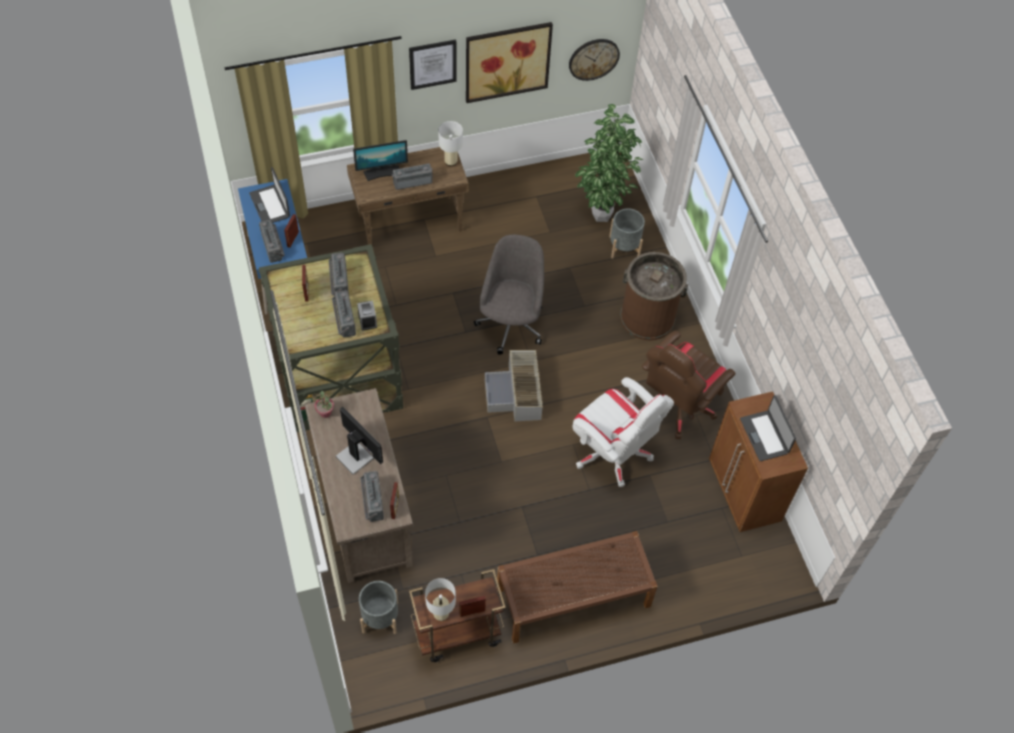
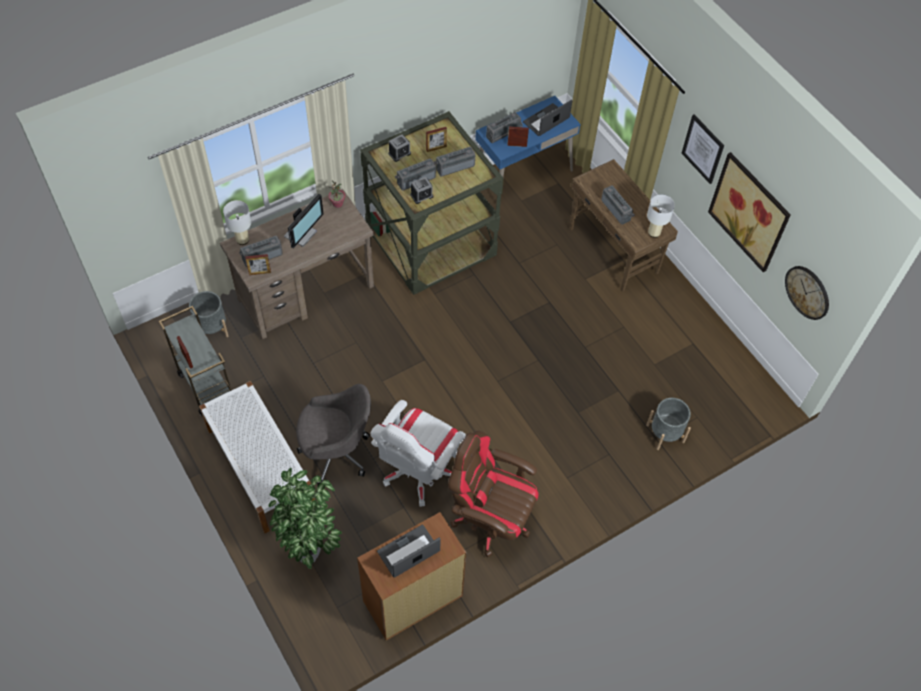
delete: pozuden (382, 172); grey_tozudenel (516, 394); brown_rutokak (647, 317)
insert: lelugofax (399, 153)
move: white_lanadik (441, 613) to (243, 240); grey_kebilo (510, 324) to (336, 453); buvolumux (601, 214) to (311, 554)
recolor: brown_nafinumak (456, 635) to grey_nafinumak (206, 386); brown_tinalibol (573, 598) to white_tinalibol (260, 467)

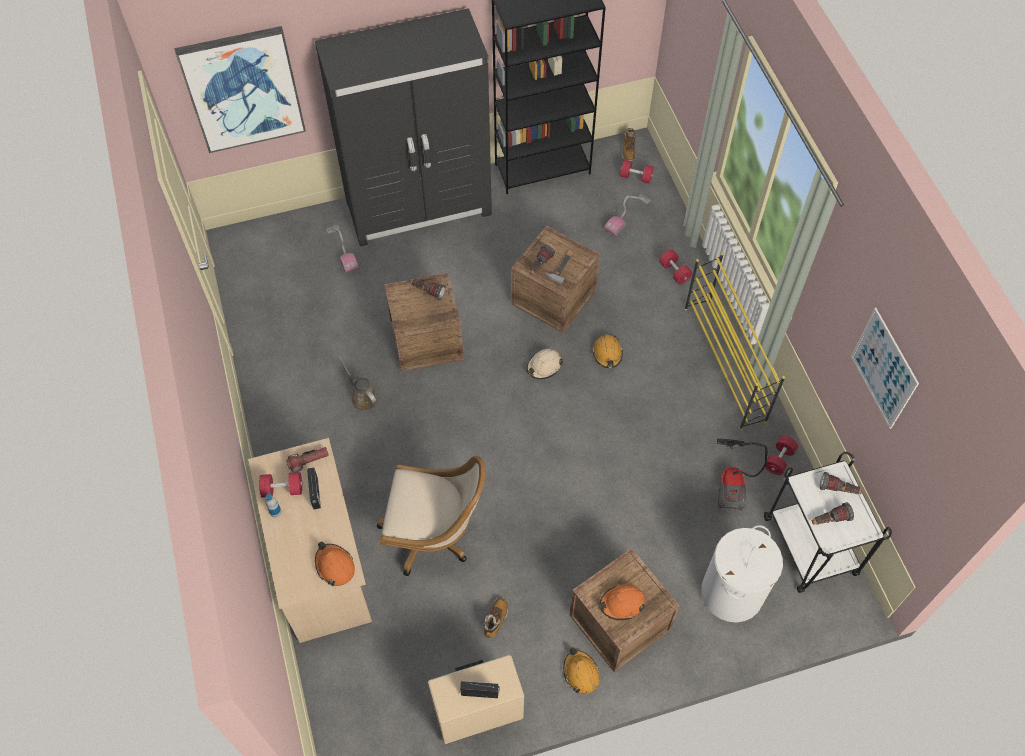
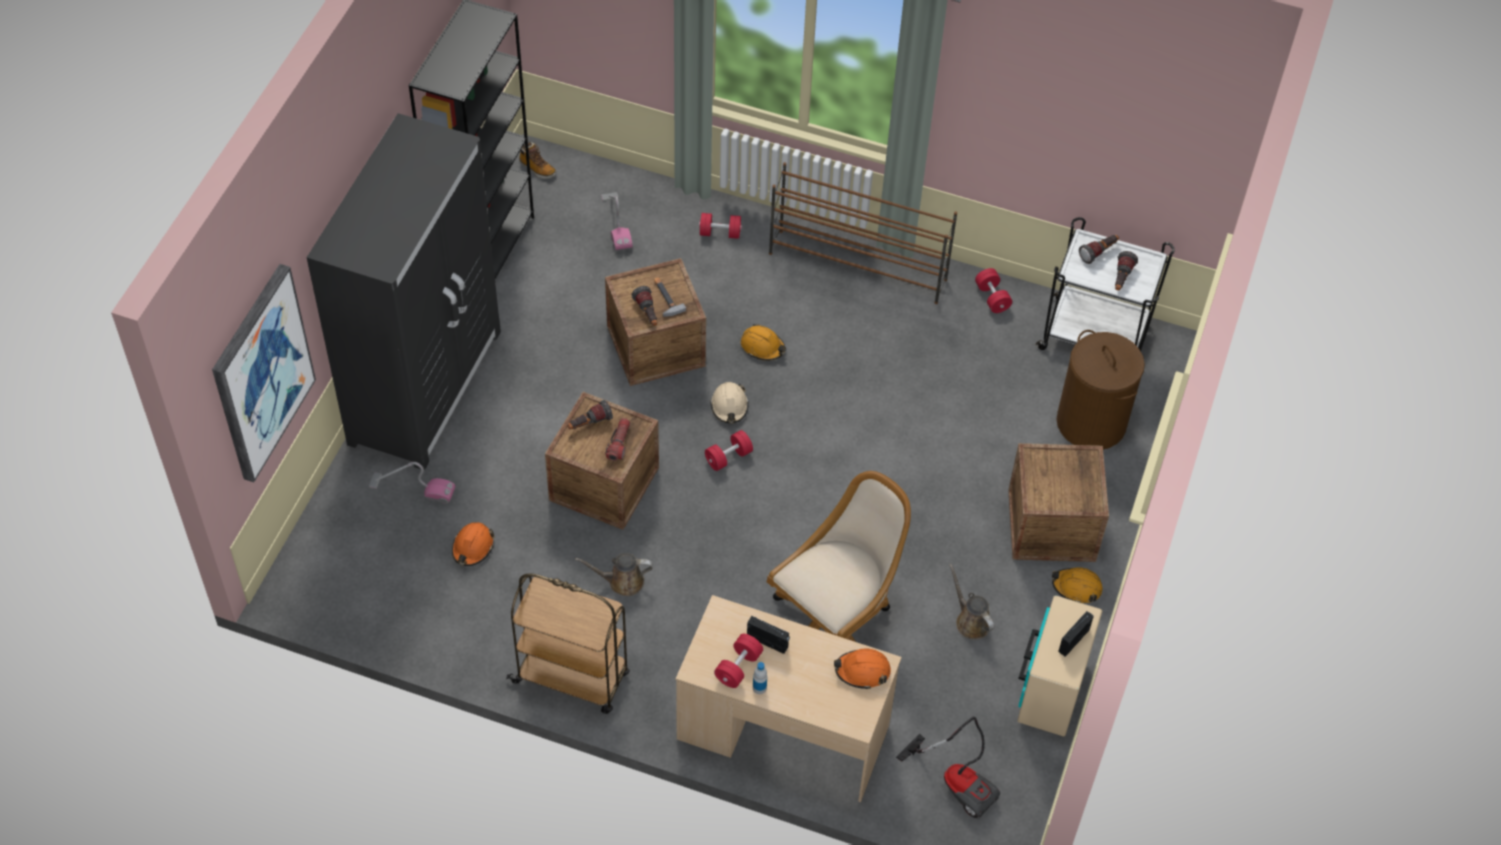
delete: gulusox (883, 368)
insert: brown_nafinumak (572, 679)
move: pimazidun (308, 461) to (619, 443); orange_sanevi (622, 603) to (472, 547); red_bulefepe (636, 177) to (728, 457); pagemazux (733, 482) to (958, 782)
replace: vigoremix (495, 620) to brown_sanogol (970, 621)
recolor: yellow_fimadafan (724, 364) to brown_fimadafan (858, 267); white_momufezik (732, 593) to brown_momufezik (1091, 422)

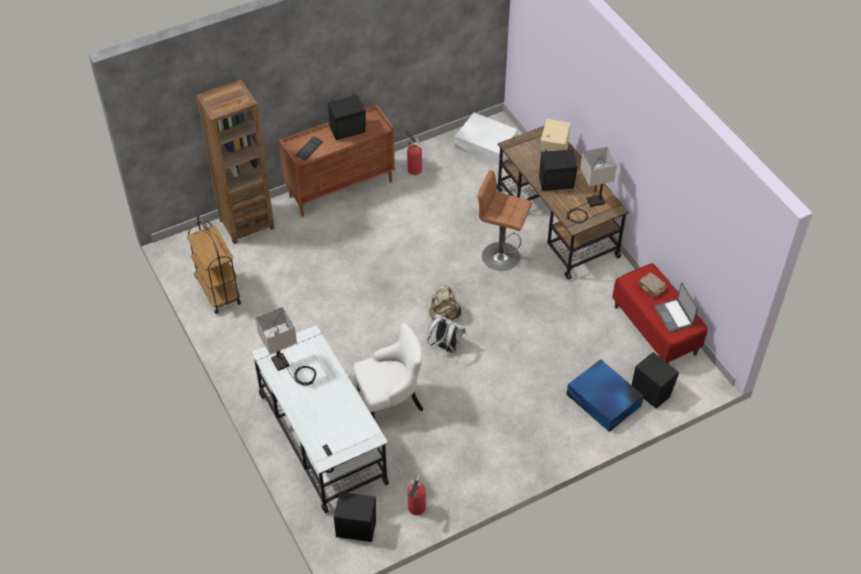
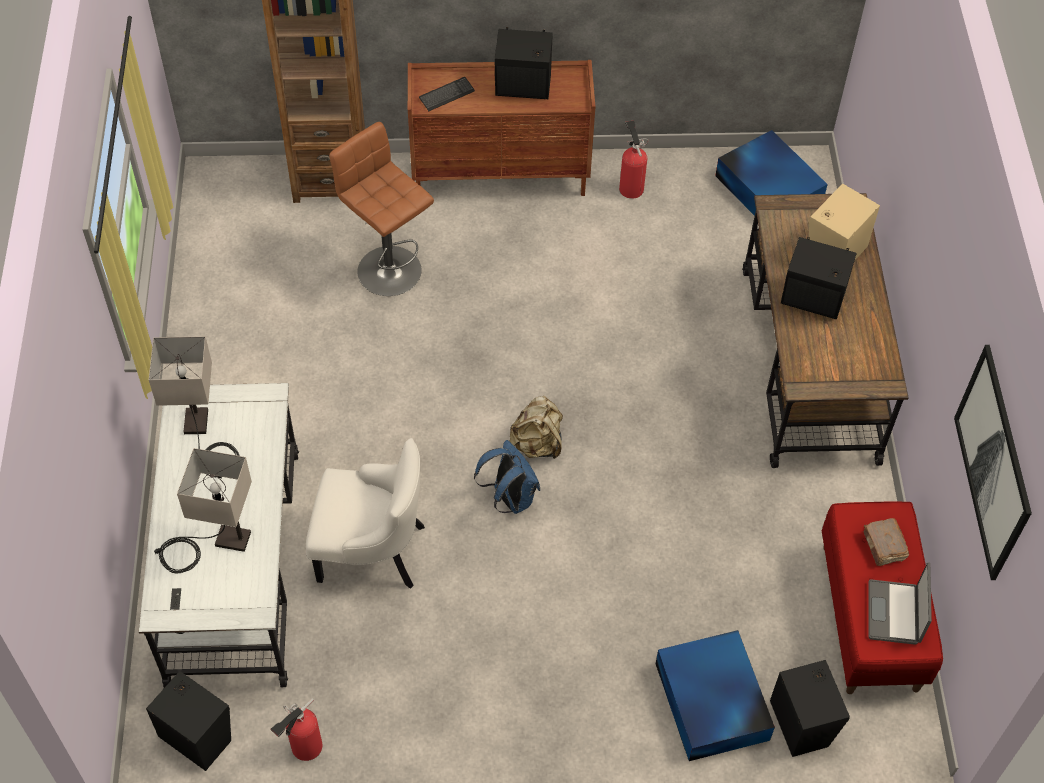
delete: brown_nafinumak (218, 292)
insert: gulusox (992, 462)
move: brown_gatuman (500, 256) to (389, 270); lanadik (587, 207) to (210, 544)
recolor: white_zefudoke (446, 346) to blue_zefudoke (510, 498); white_tozudenel (485, 143) to blue_tozudenel (768, 187)

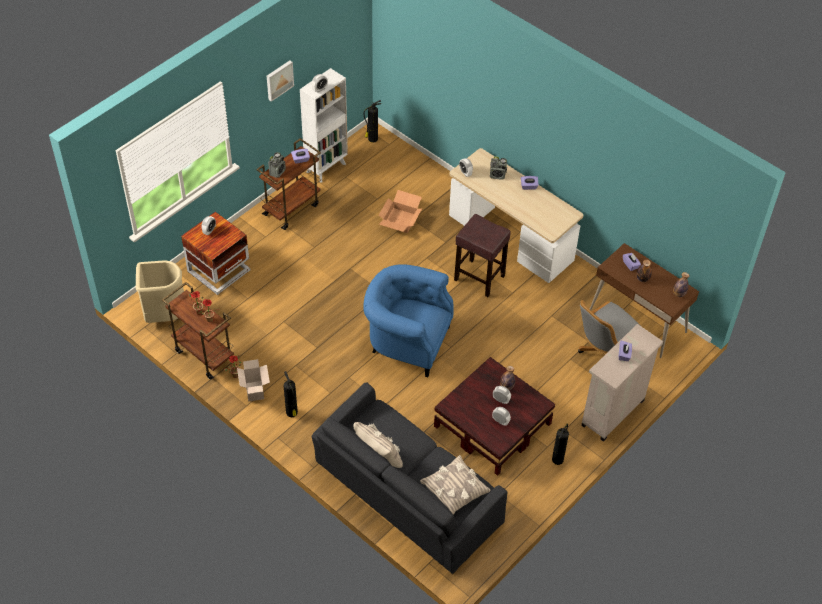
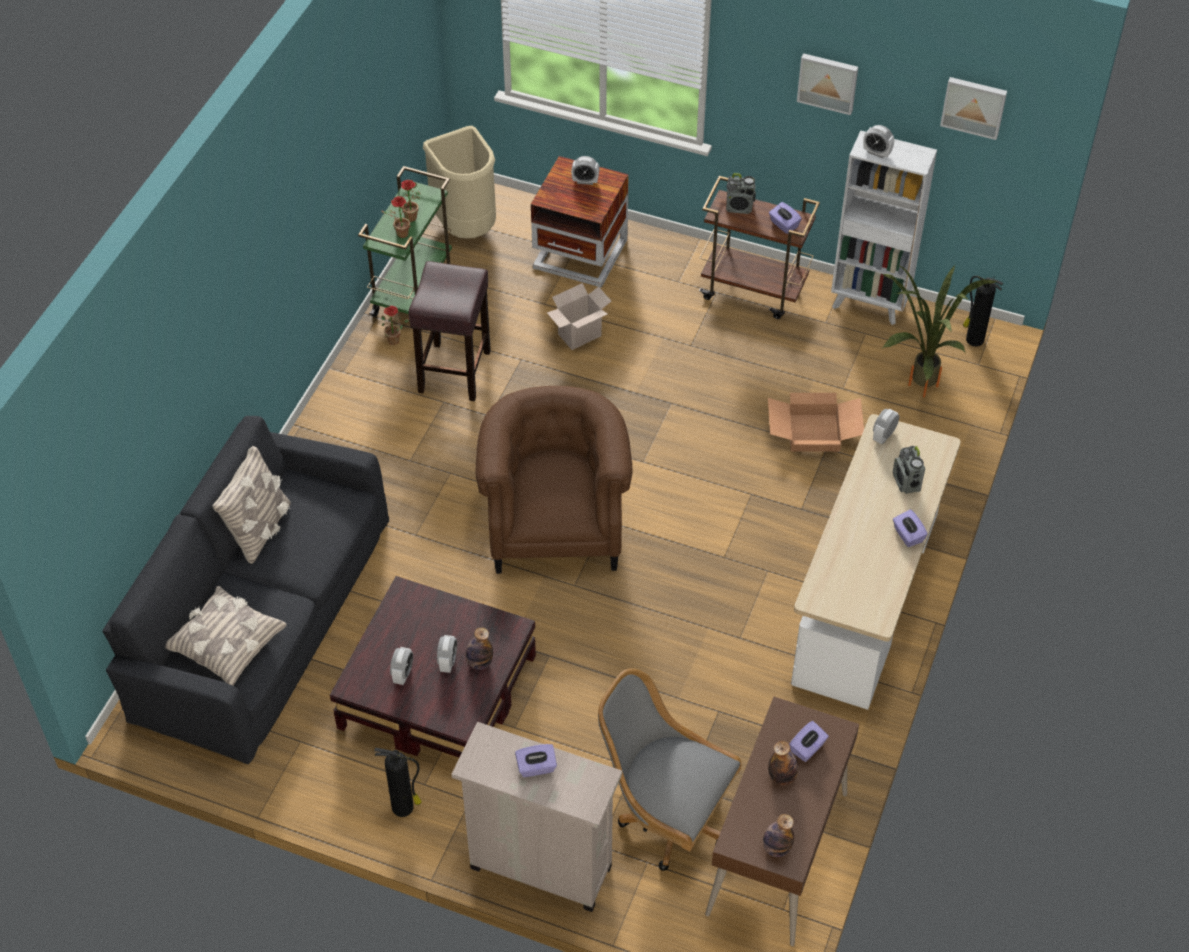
delete: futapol (292, 413)
insert: buvolumux (915, 388); gulusox (974, 106)
move: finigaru (255, 391) to (579, 336); brown_gatuman (478, 277) to (454, 370)
recolor: brown_nafinumak (203, 355) to green_nafinumak (414, 293); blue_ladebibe (406, 342) to brown_ladebibe (555, 523)

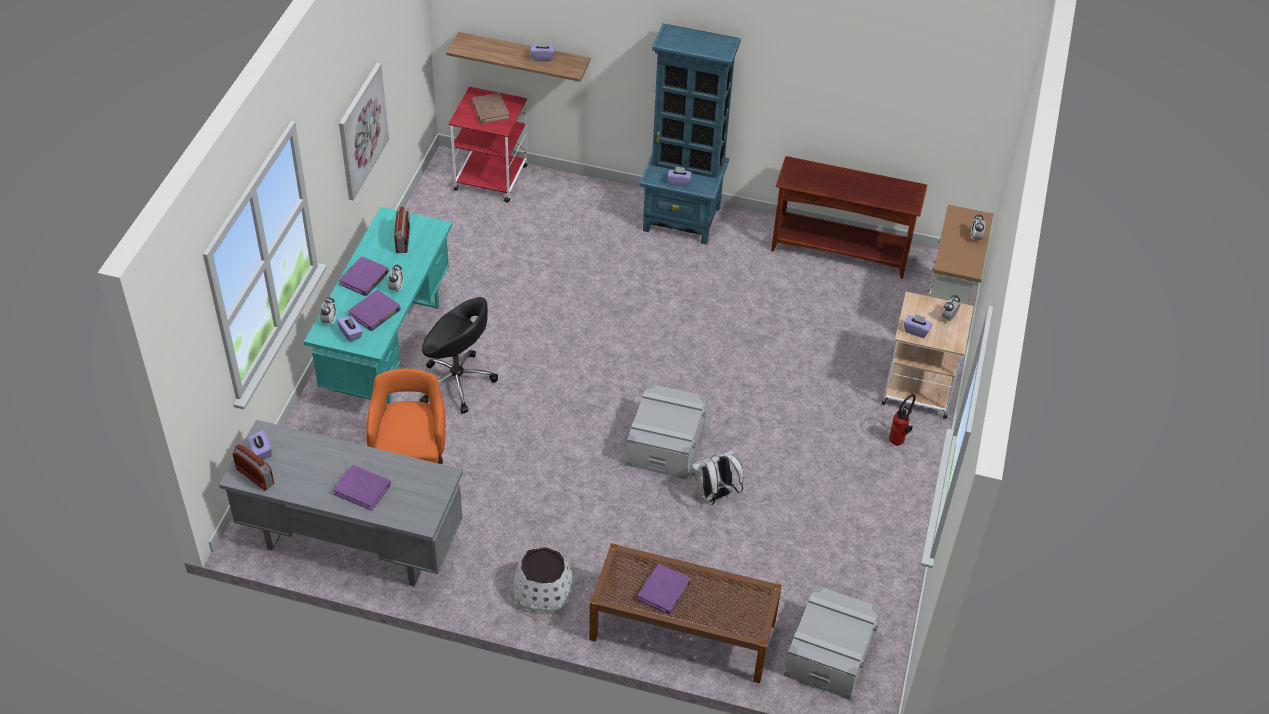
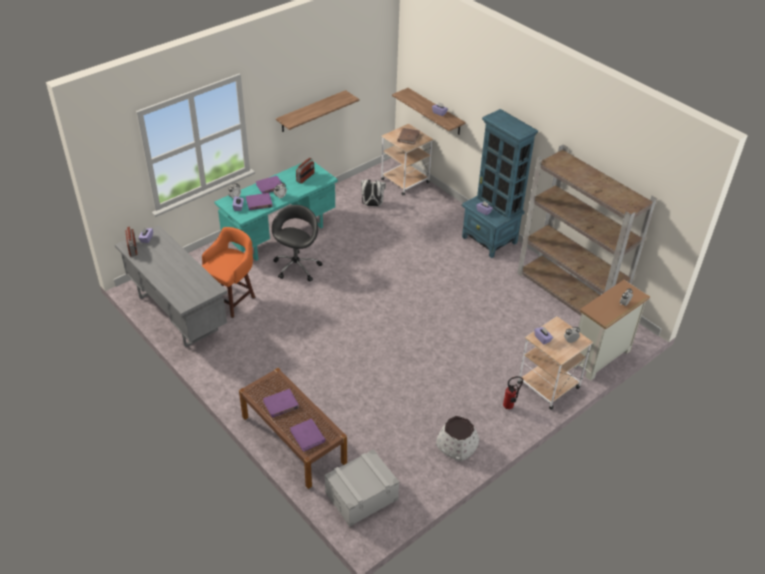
delete: grey_tozudenel (665, 443)
move: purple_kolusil (362, 489) to (308, 436); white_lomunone (543, 590) to (457, 445); white_zefudoke (714, 495) to (372, 205)
replace: gulusox (362, 131) to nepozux (311, 111); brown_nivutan (841, 250) to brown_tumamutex (569, 293)
recolor: red_nafinumak (492, 179) to beige_nafinumak (405, 181)
rotate: black_kebilo (458, 383) = (297, 266) 120 degrees counterclockwise

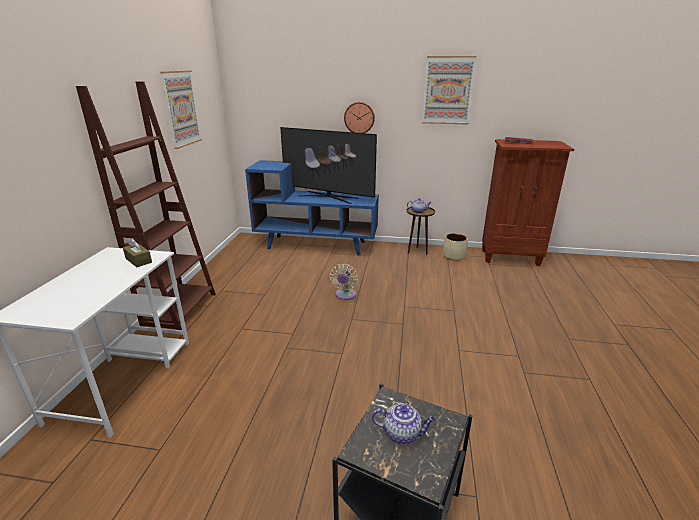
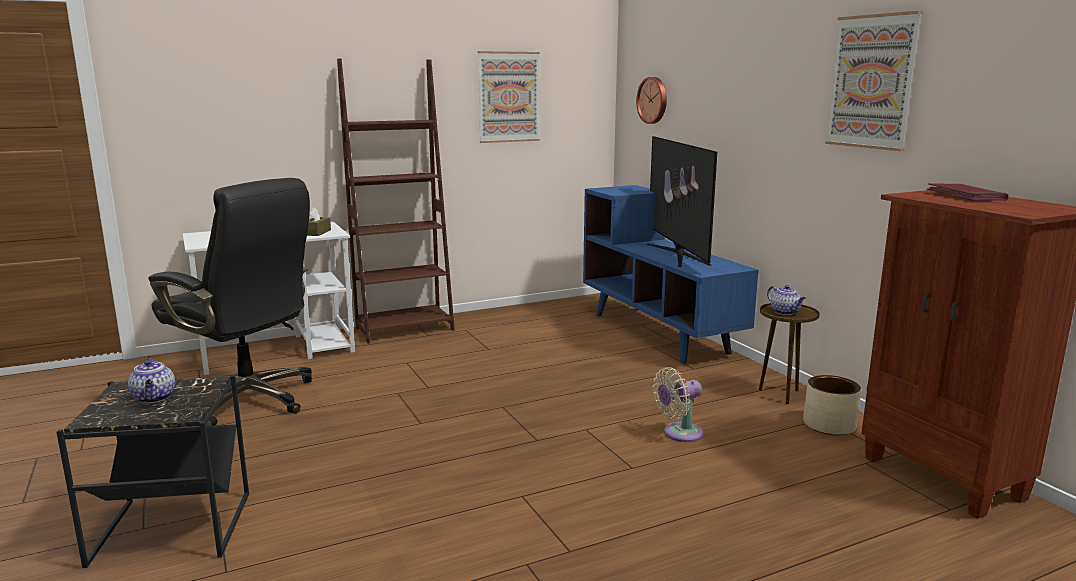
insert: black_kebilo (246, 399)
move: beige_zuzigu (345, 295) to (679, 434); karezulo (359, 117) to (653, 100)

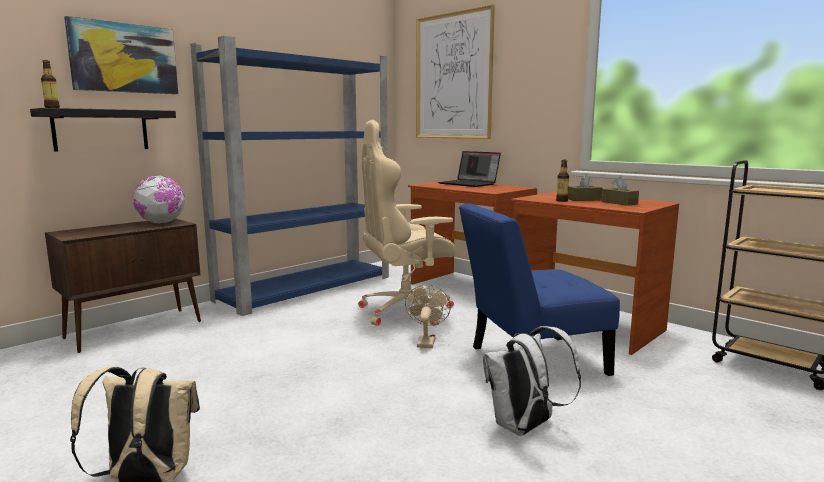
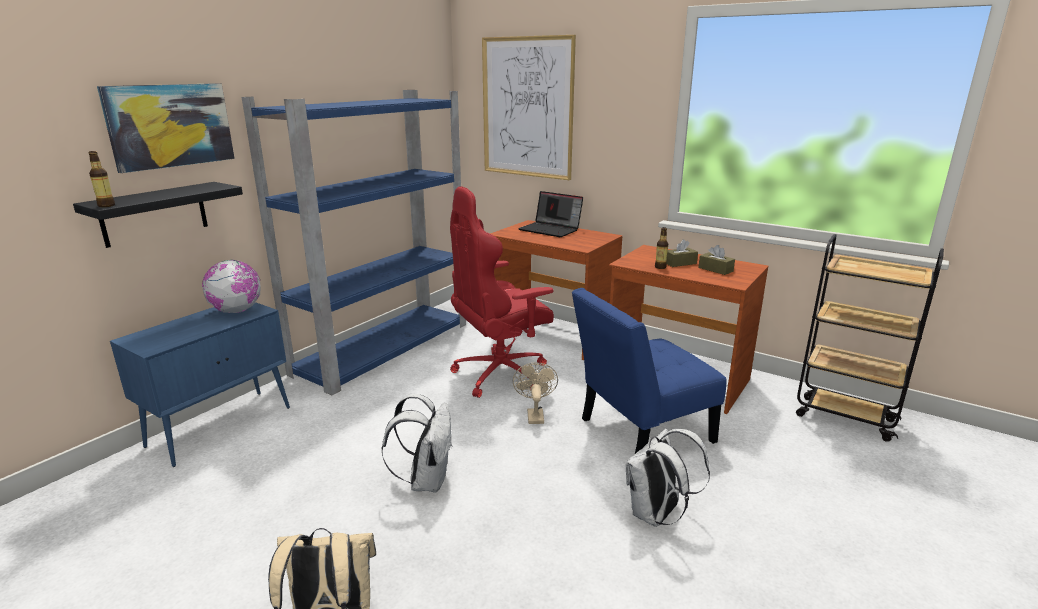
insert: white_zefudoke (426, 480)
recolor: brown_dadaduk (136, 329) to blue_dadaduk (222, 426); beige_kebilo (406, 311) to red_kebilo (501, 374)

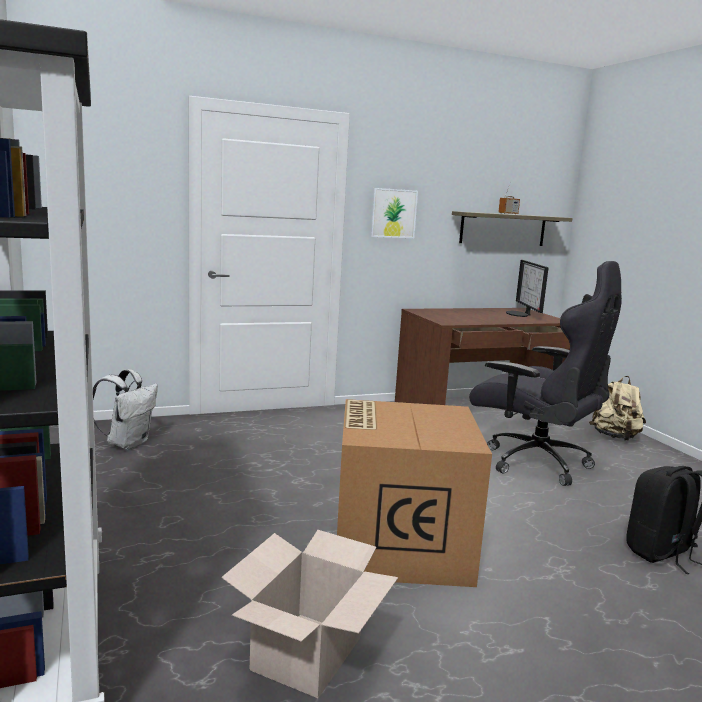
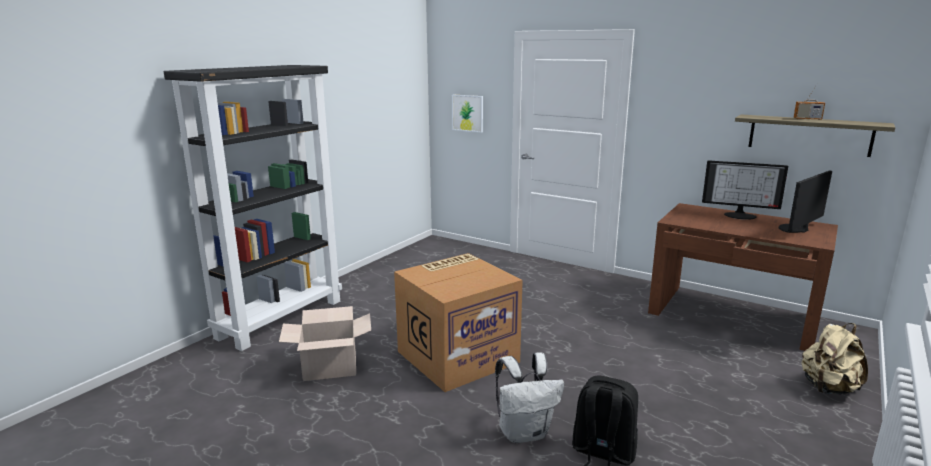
delete: black_kebilo (530, 461)
insert: pozuden (740, 215)
move: white_zefudoke (128, 443) to (524, 432); gulusox (393, 213) to (467, 113)

